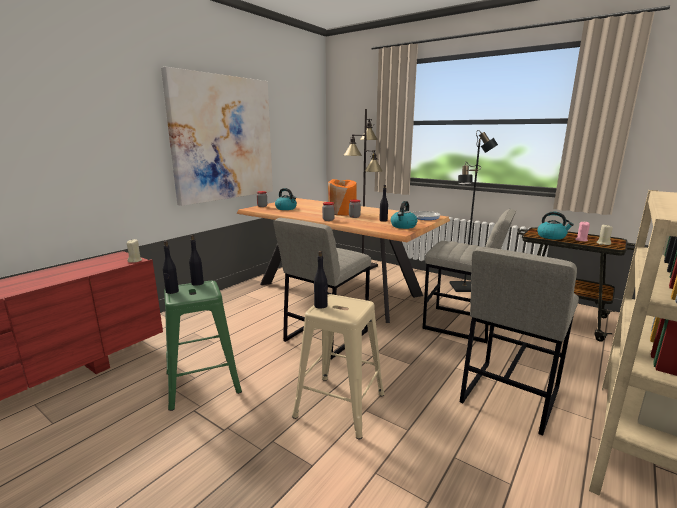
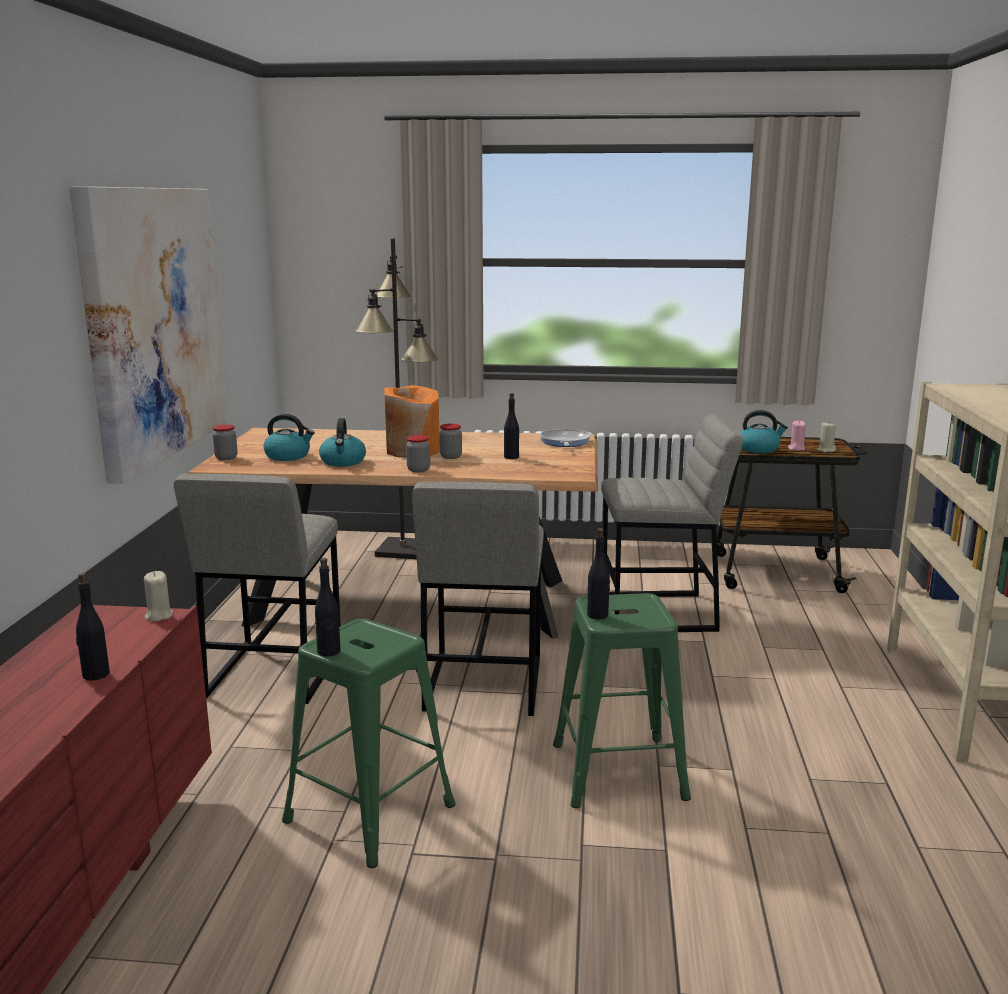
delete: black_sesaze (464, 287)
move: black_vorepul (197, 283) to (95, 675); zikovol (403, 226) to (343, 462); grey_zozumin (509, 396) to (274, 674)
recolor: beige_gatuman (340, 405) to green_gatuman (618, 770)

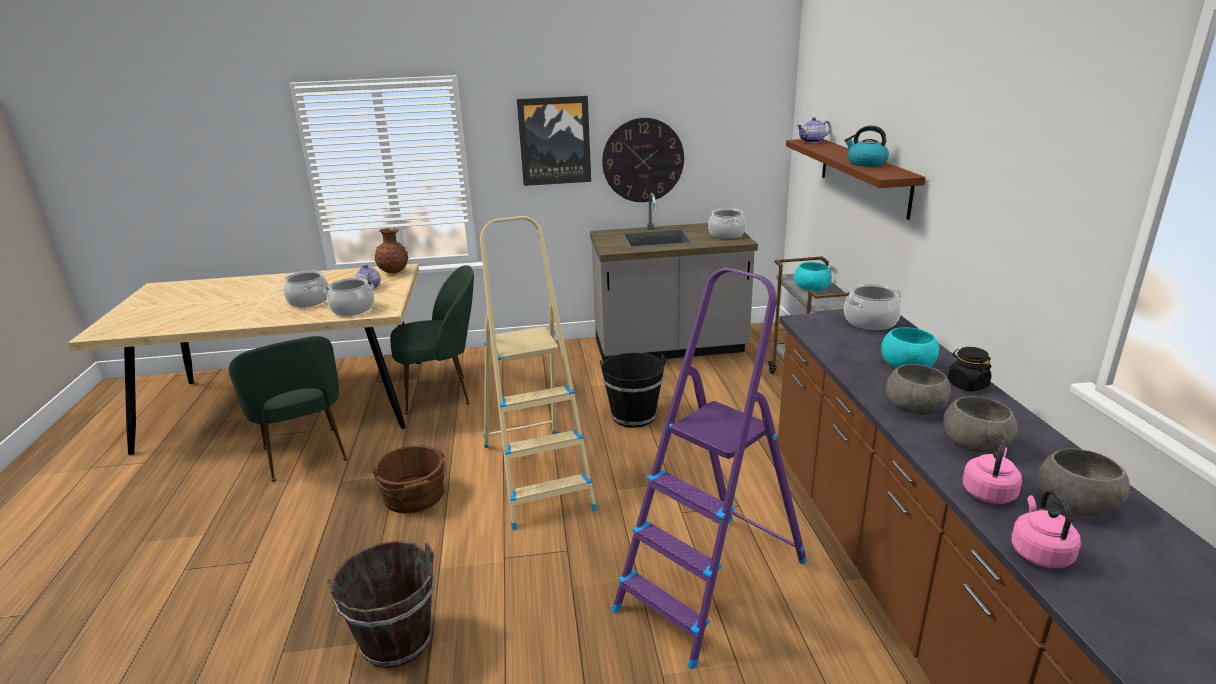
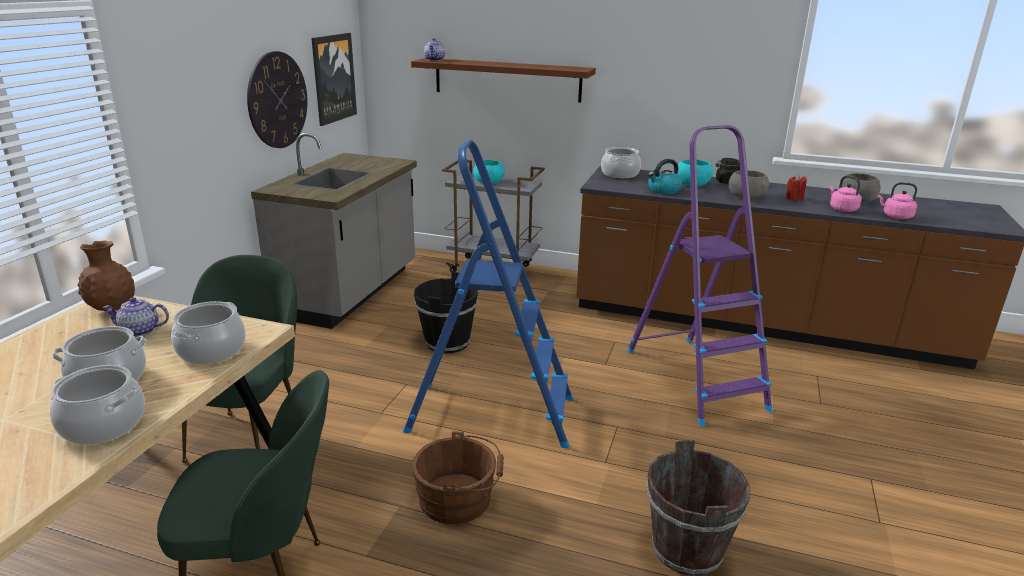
move: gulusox (554, 141) to (333, 78); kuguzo (726, 234) to (102, 425); zikovol (866, 163) to (663, 190)
replace: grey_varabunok (976, 444) to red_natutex (794, 198)
recolor: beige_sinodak (536, 475) to blue_sinodak (492, 414)

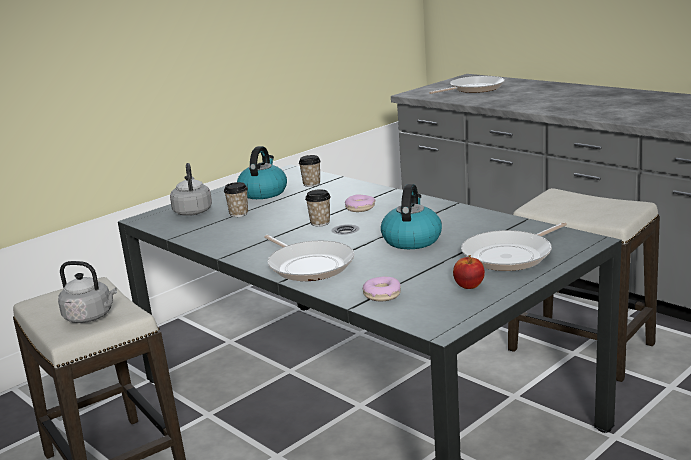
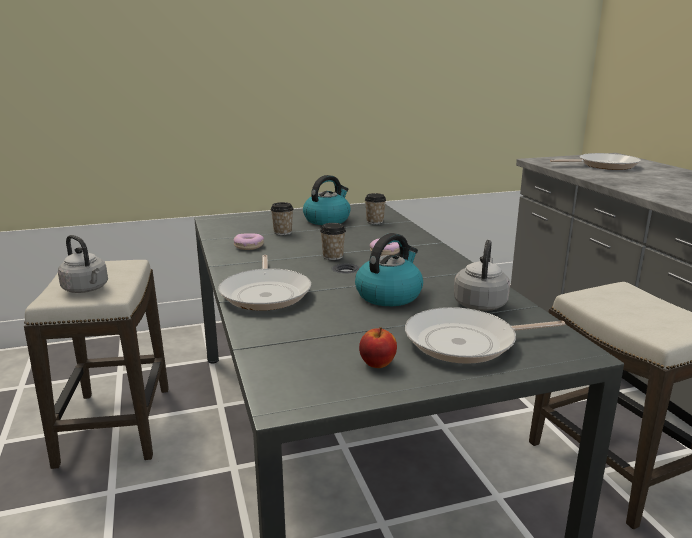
move: grey_zikovol (193, 211) to (480, 303); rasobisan (382, 294) to (249, 246)

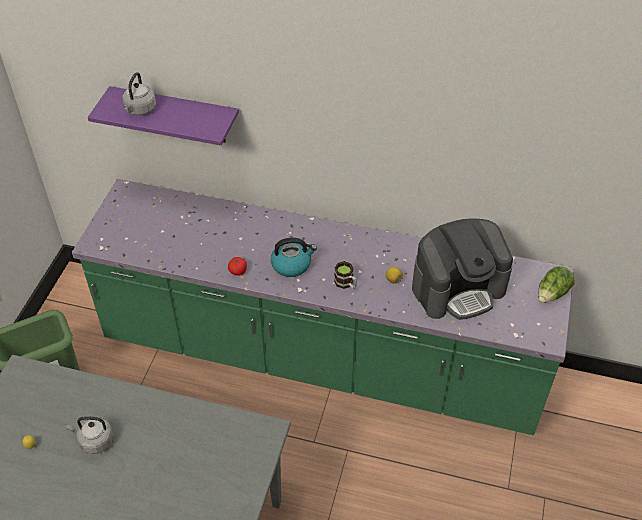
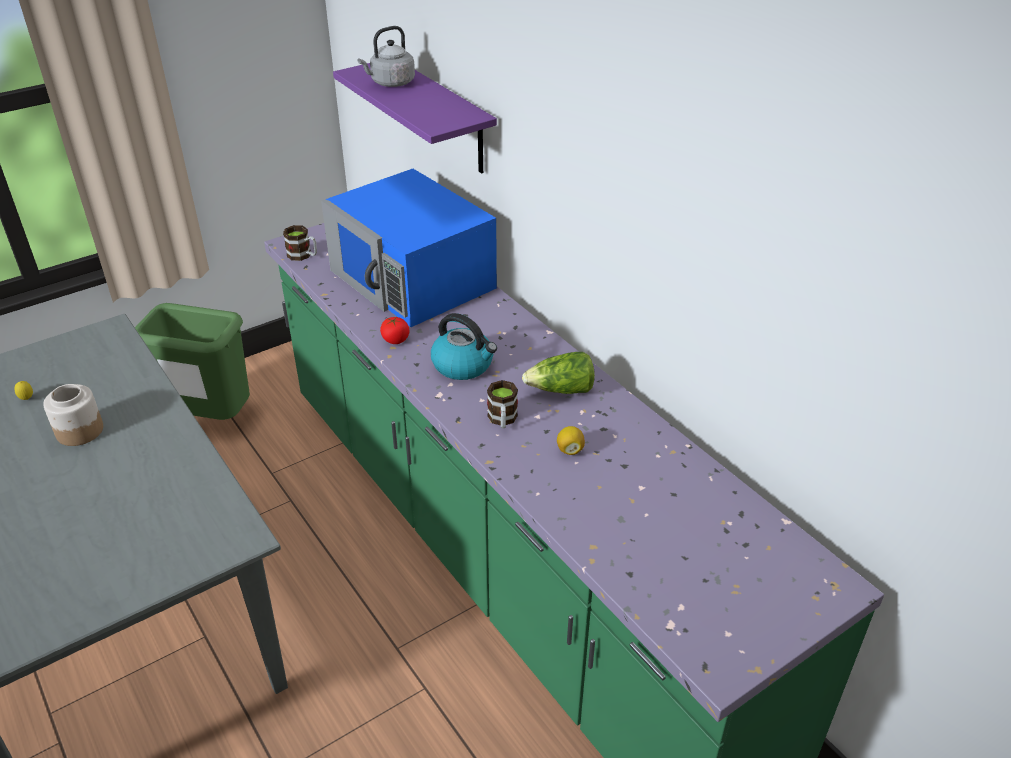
delete: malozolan (458, 288)
insert: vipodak (303, 256); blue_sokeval (413, 279)
move: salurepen (552, 294) to (561, 390)
replace: grey_zikovol (95, 441) to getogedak (79, 431)

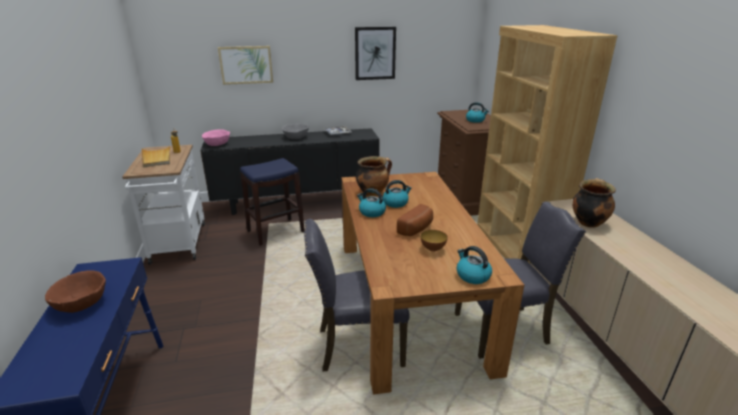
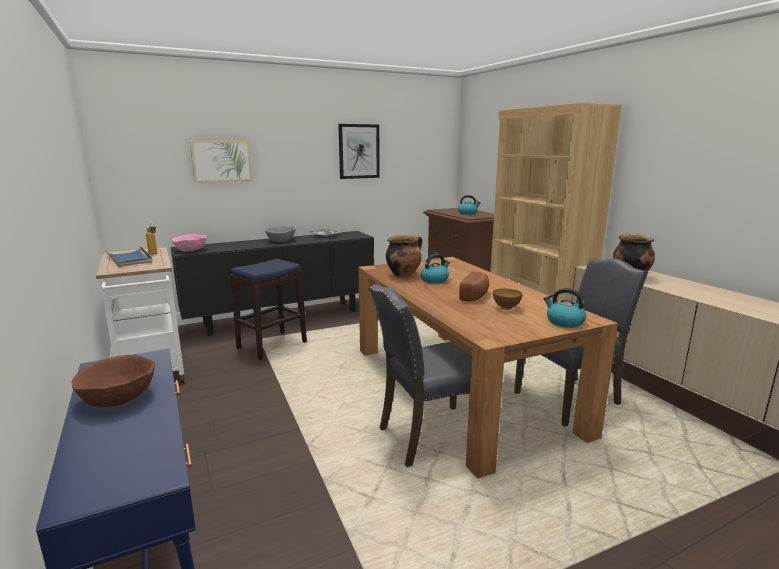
delete: zikovol (371, 212)
recolor: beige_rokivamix (156, 158) to blue_rokivamix (129, 259)

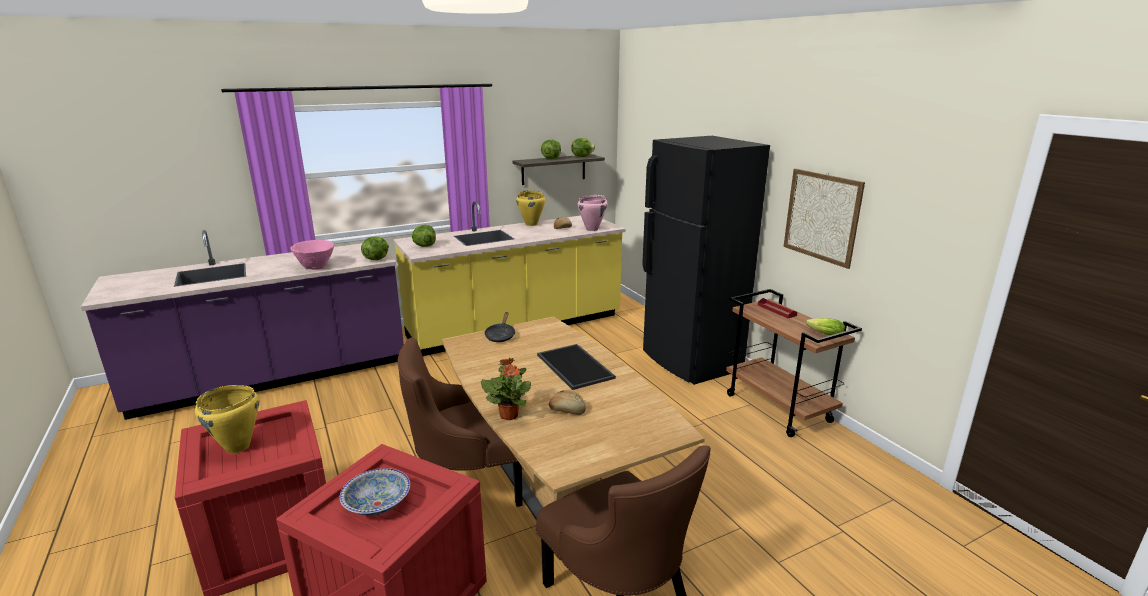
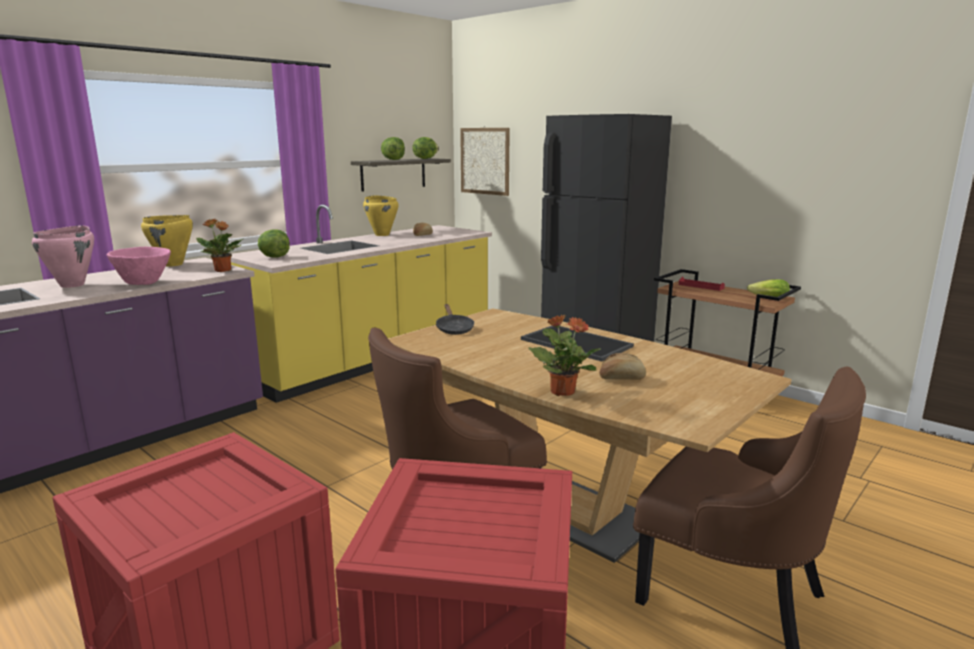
delete: varabunok (377, 504)
move: yellow_kuguzo (237, 447) to (173, 264); pink_kuguzo (592, 229) to (73, 285); gulusox (822, 215) to (485, 160)
replace: salurepen (376, 259) to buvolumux (223, 270)

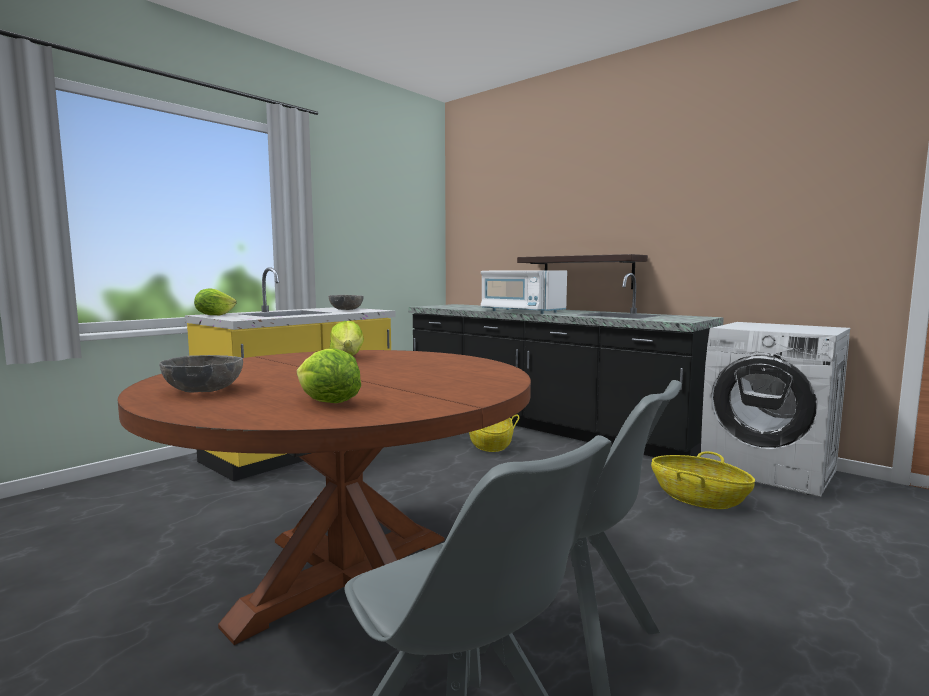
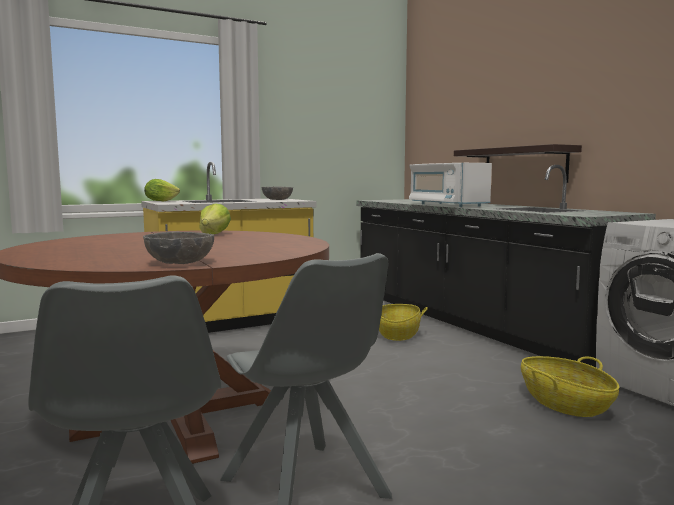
delete: salurepen (328, 403)
move: grey_varabunok (204, 390) to (180, 263)

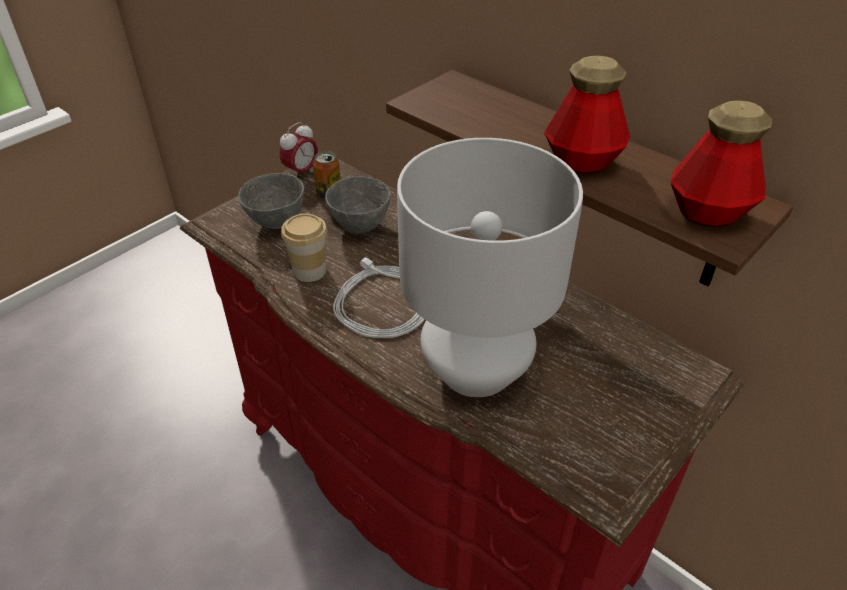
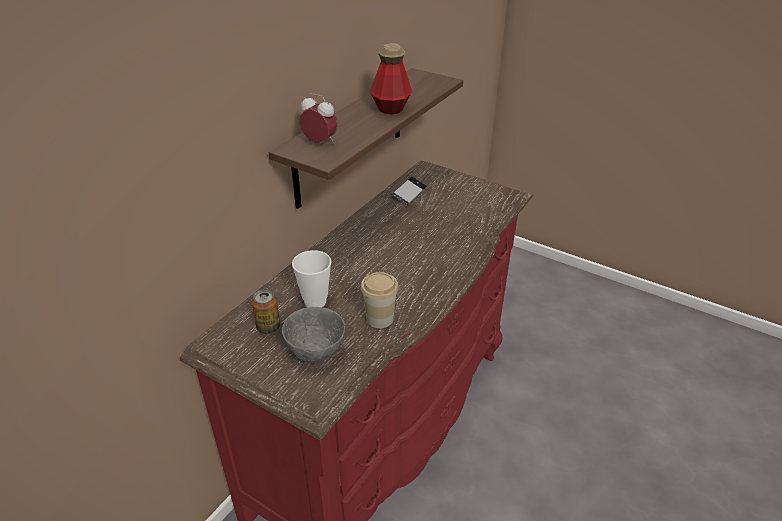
delete: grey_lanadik (438, 341); vorepul (708, 212)
insert: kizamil (409, 193)
move: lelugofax (301, 172) to (320, 143)
replace: grey_varabunok (358, 226) to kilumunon (315, 301)

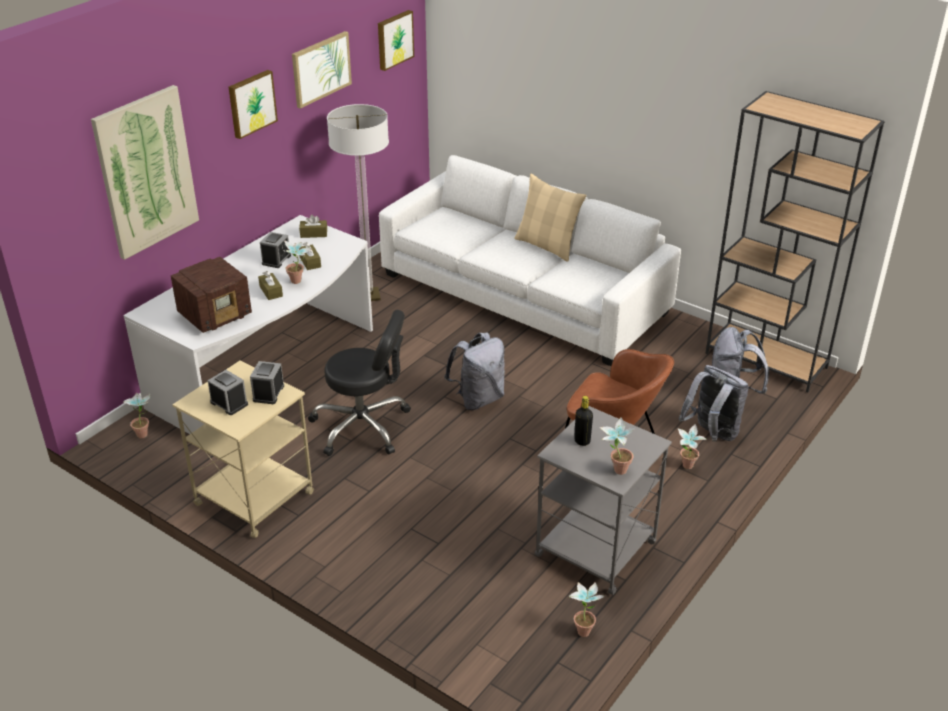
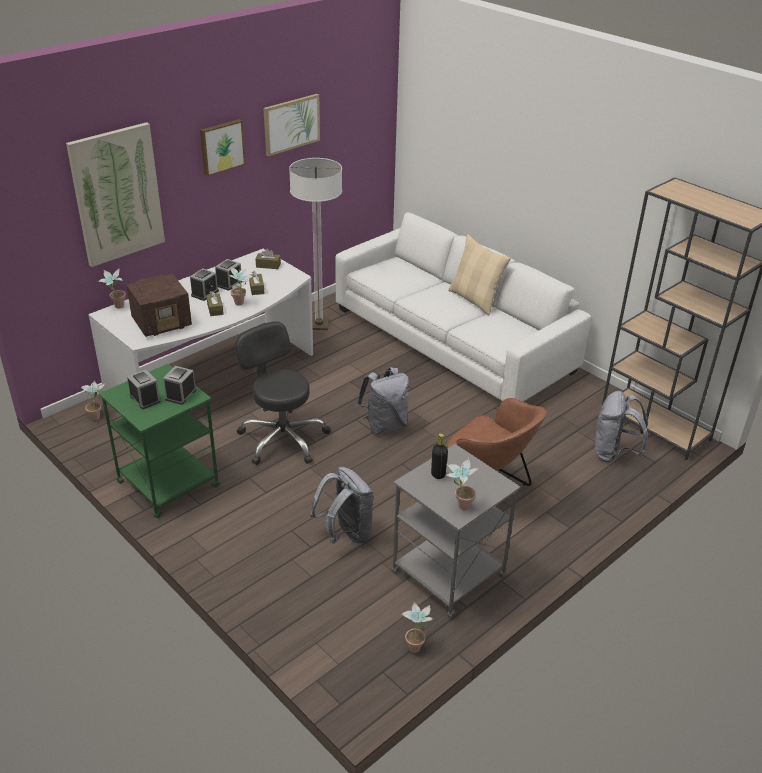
delete: gulusox (394, 39)
insert: lelugofax (205, 293)
move: buvolumux (686, 468) to (116, 307); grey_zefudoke (711, 434) to (346, 534)
recolor: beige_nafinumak (253, 497) to green_nafinumak (167, 482)
rotate: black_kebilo (366, 427) = (281, 436) 150 degrees counterclockwise

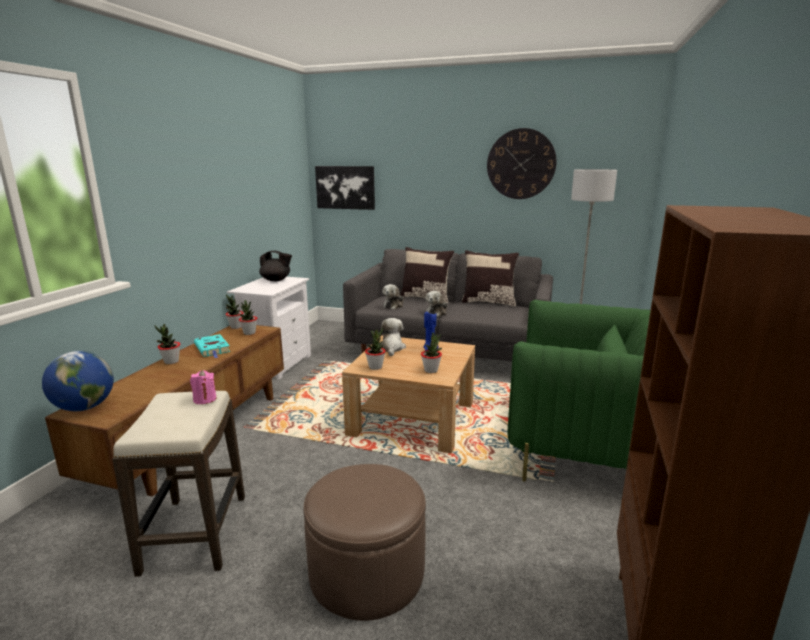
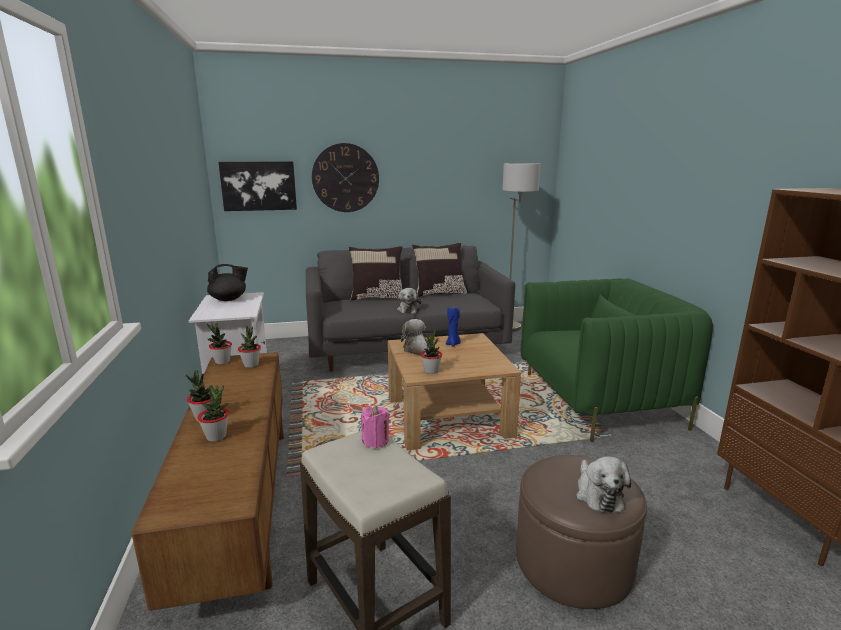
delete: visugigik (84, 407); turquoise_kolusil (212, 349)
move: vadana (394, 305) to (598, 494); buvolumux (431, 370) to (216, 436); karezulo (521, 164) to (345, 178)

